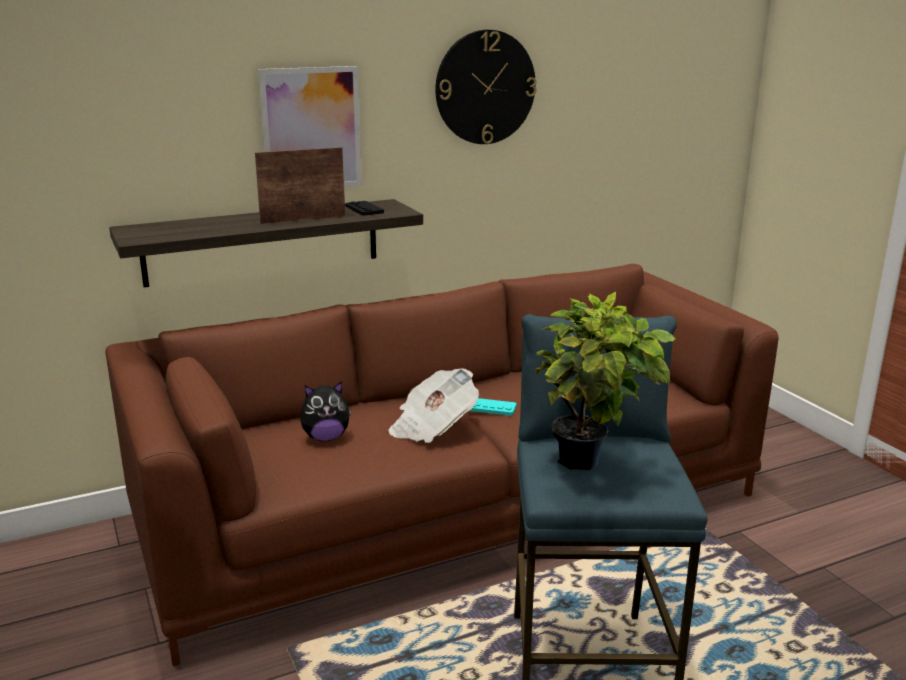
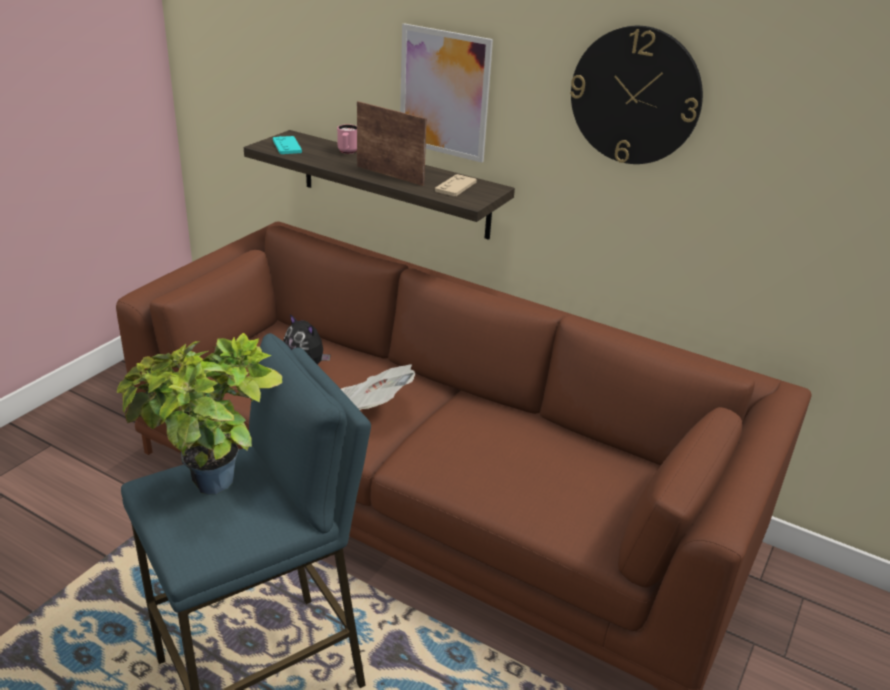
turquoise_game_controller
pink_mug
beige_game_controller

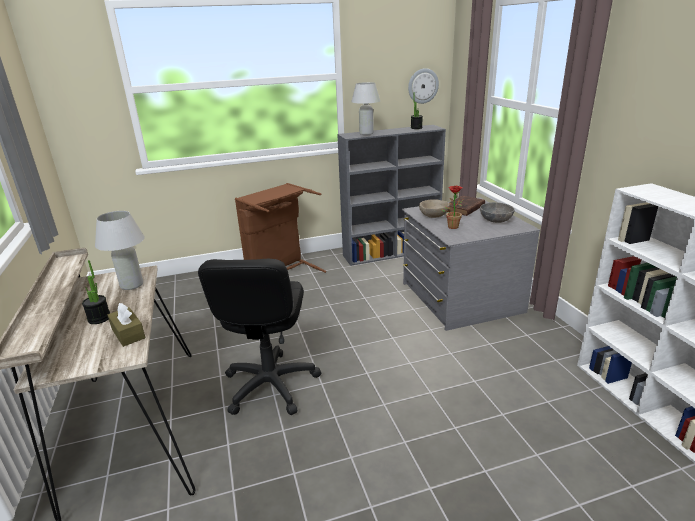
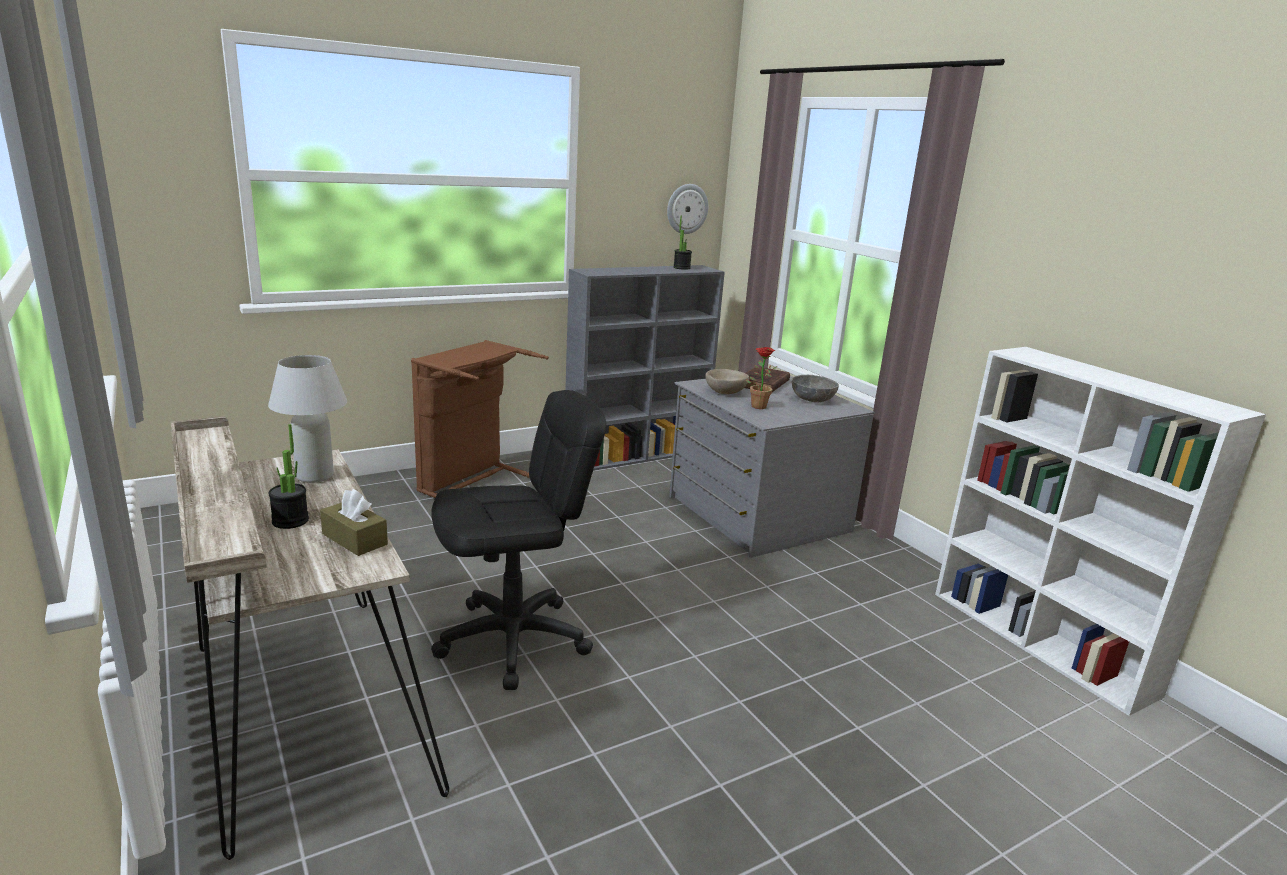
black_office_chair
white_table_lamp (2nd from left in the first image)

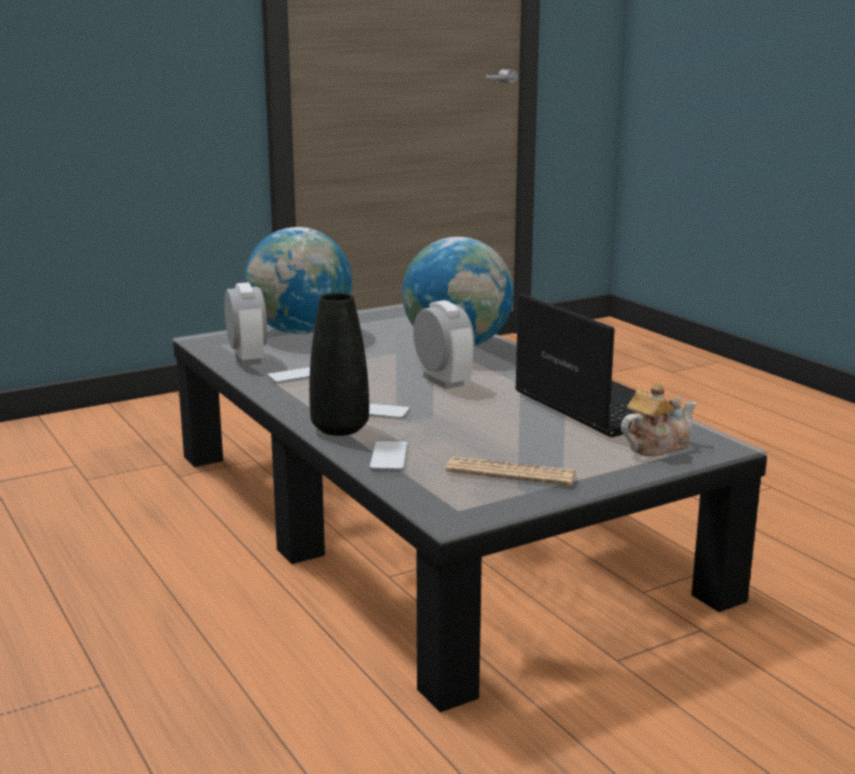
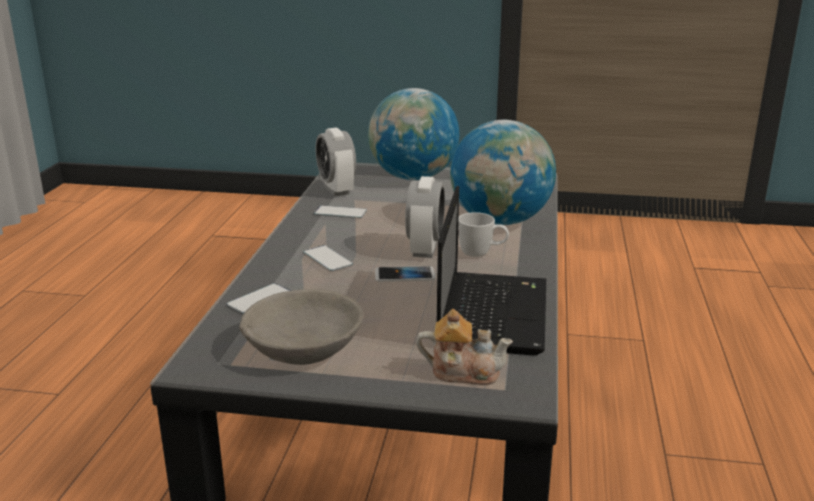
grey_bowl
alarm_clock (1st from left)
phone (4th from left)
white_mug
black_vase

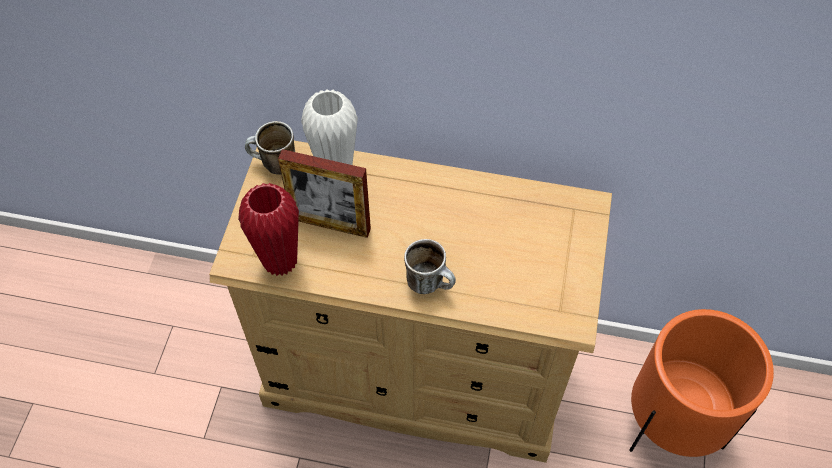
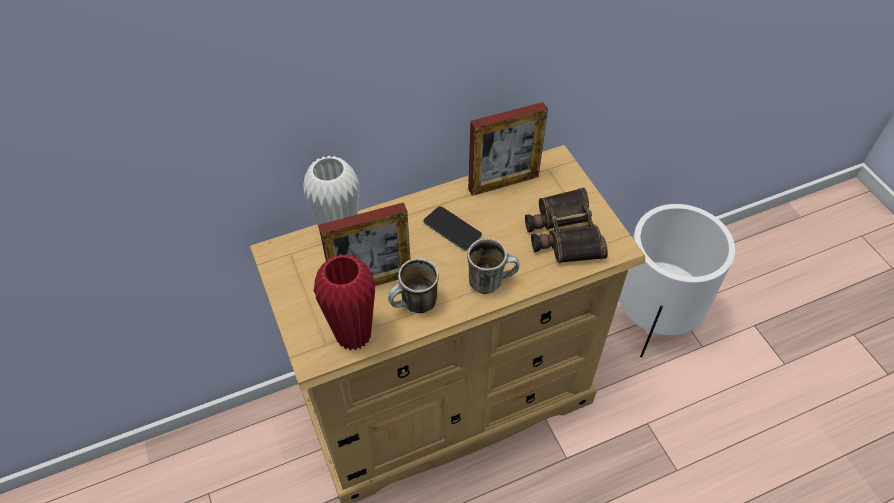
mug (1st from left)
phone
picture_frame (2nd from left)
binoculars
white_planter

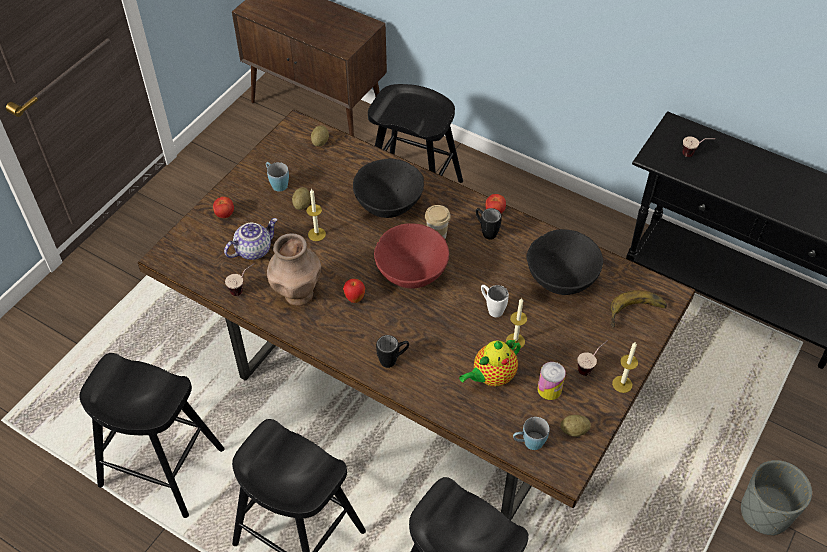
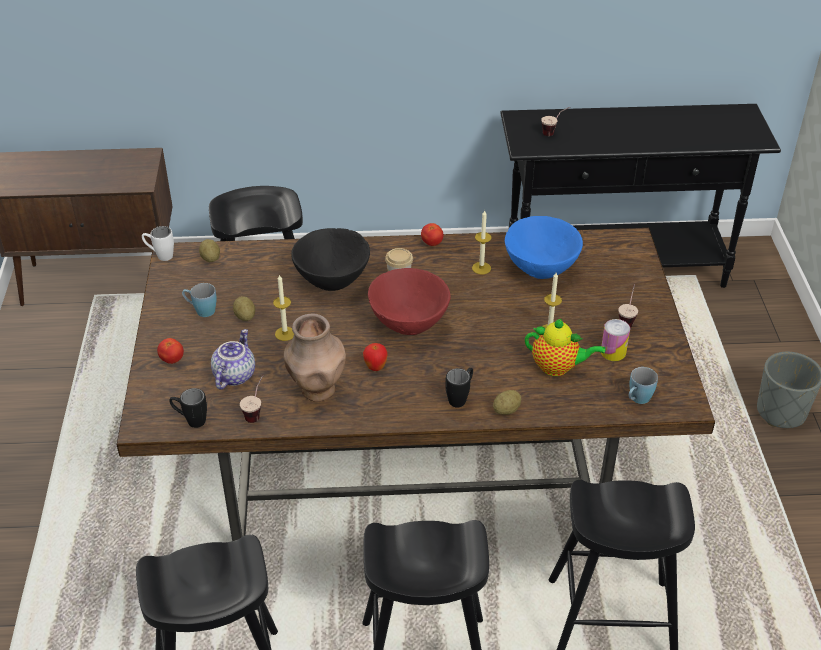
white_mug
black_mug (1st from left)
candle (2nd from left)
potato (3rd from left)
blue_bowl
teapot (2nd from left)
banana

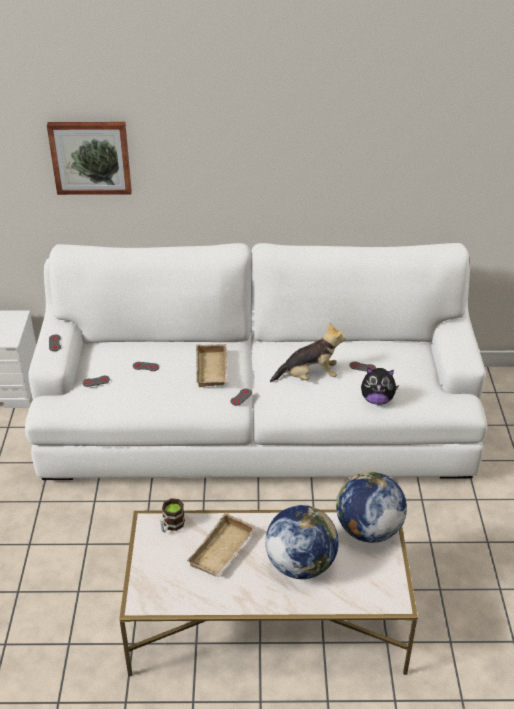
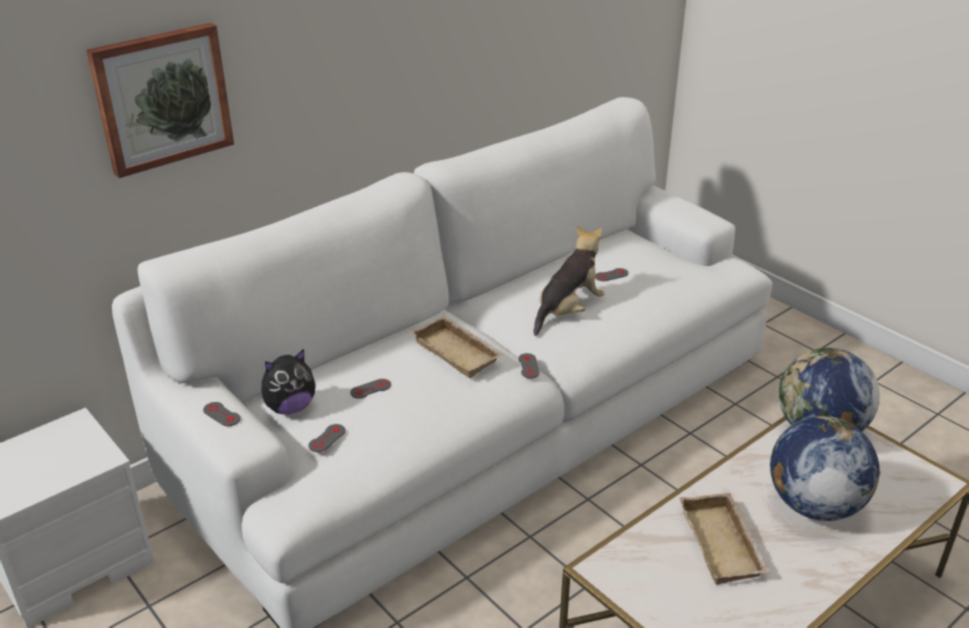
plush_toy (1st from left)
mug

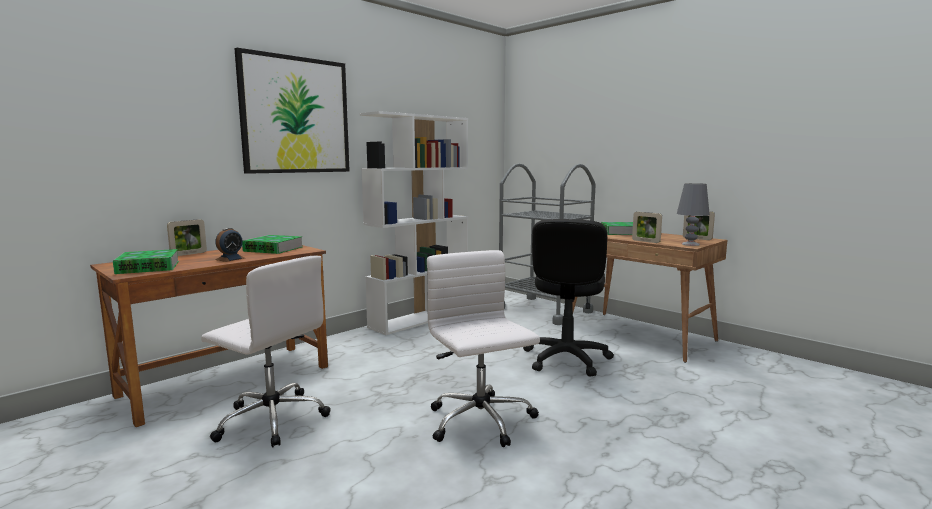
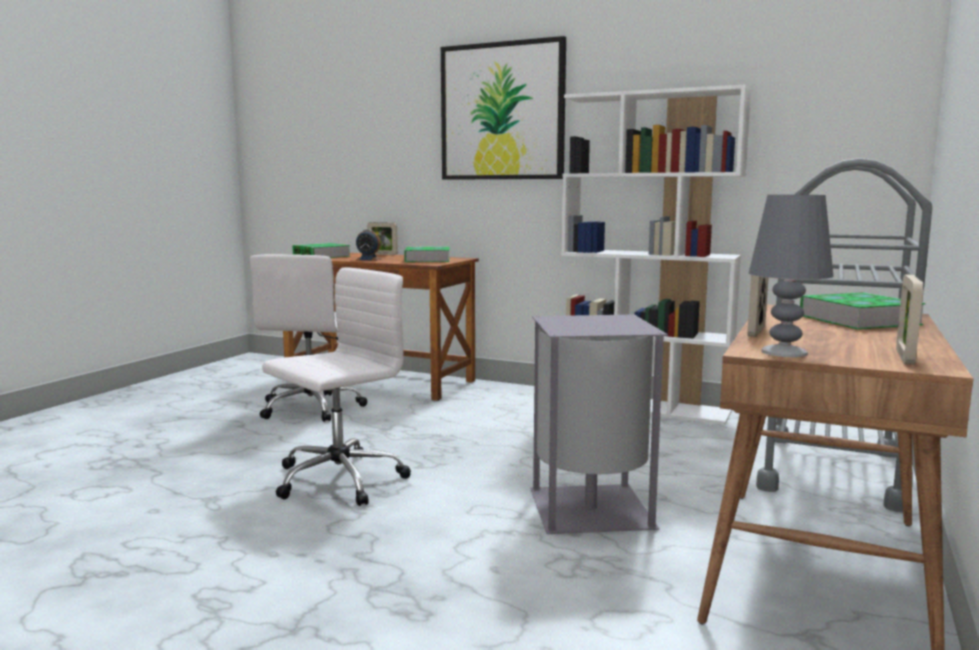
grey_trash_can

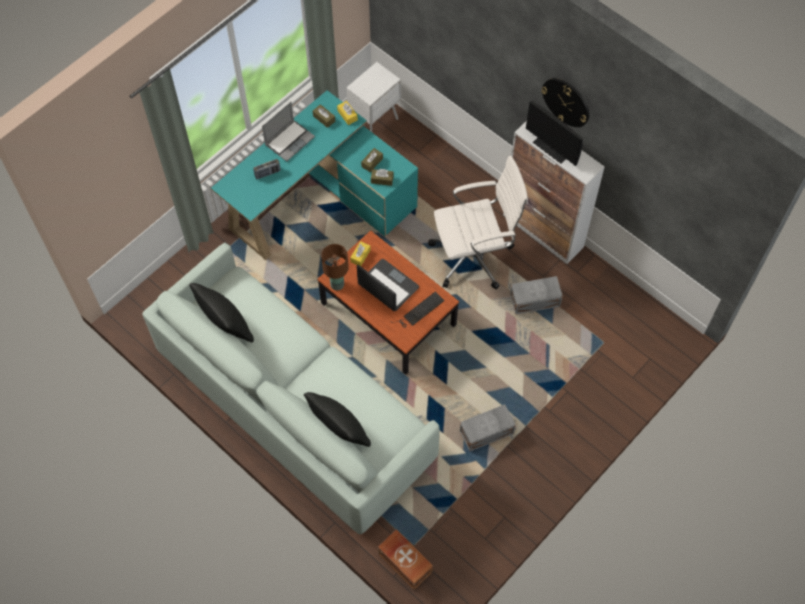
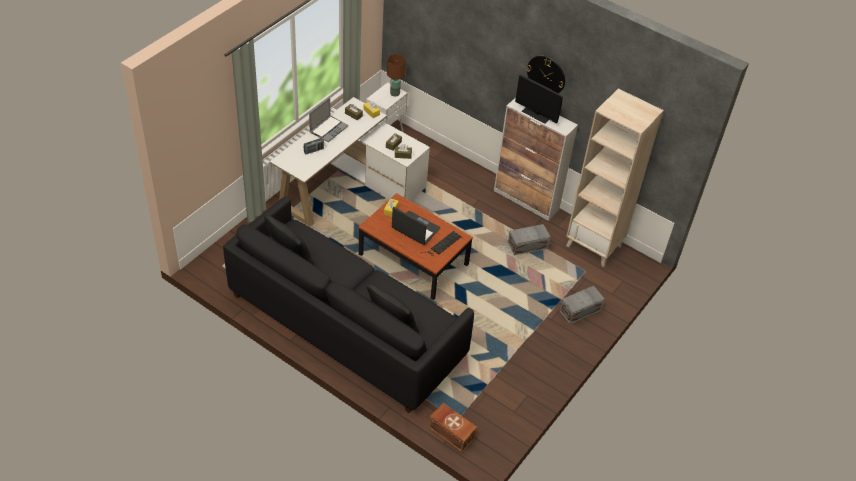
black_sofa
white_desk
brown_table_lamp
grey_storage_box (2nd from left)
beige_bookcase
white_office_chair

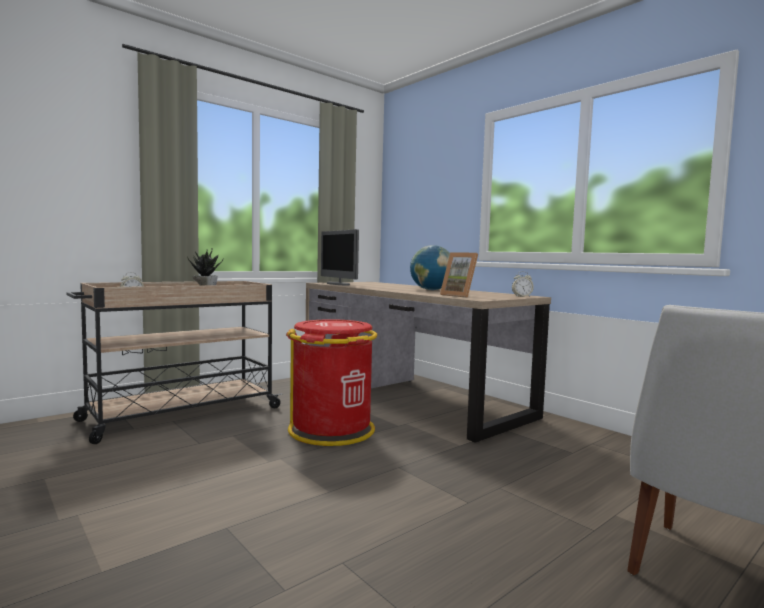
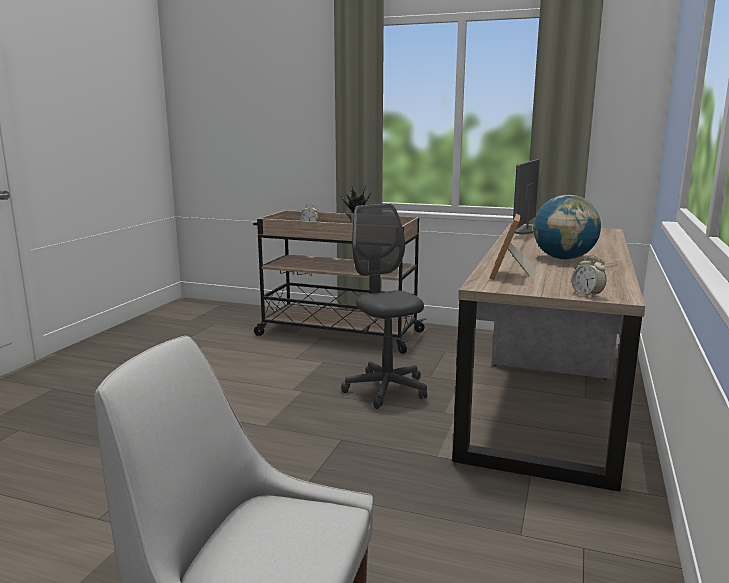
grey_office_chair

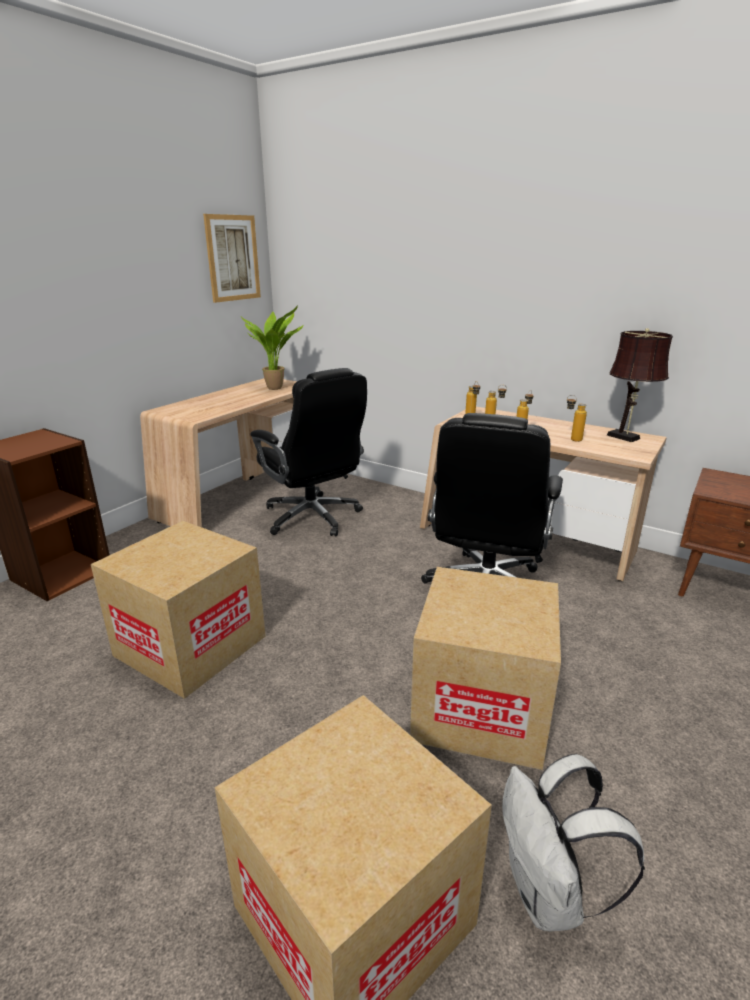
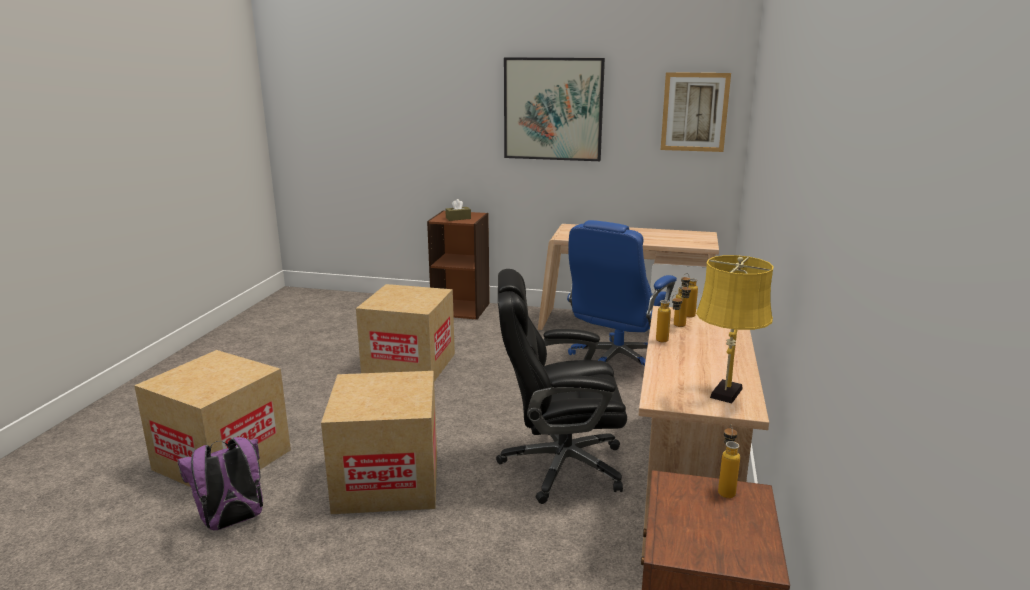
purple_backpack
brown_tissue_box
picture (1st from left)
blue_office_chair
yellow_table_lamp
bottle (4th from left)
potted_plant

